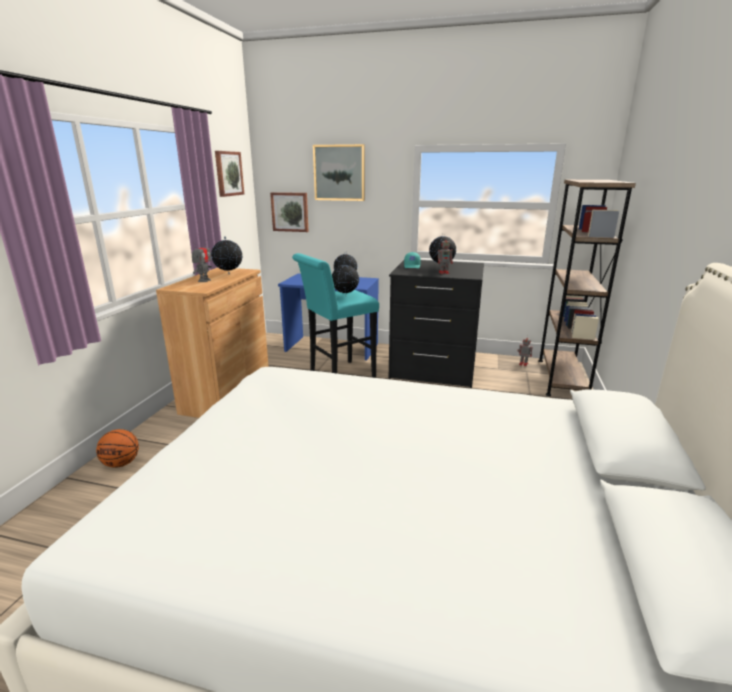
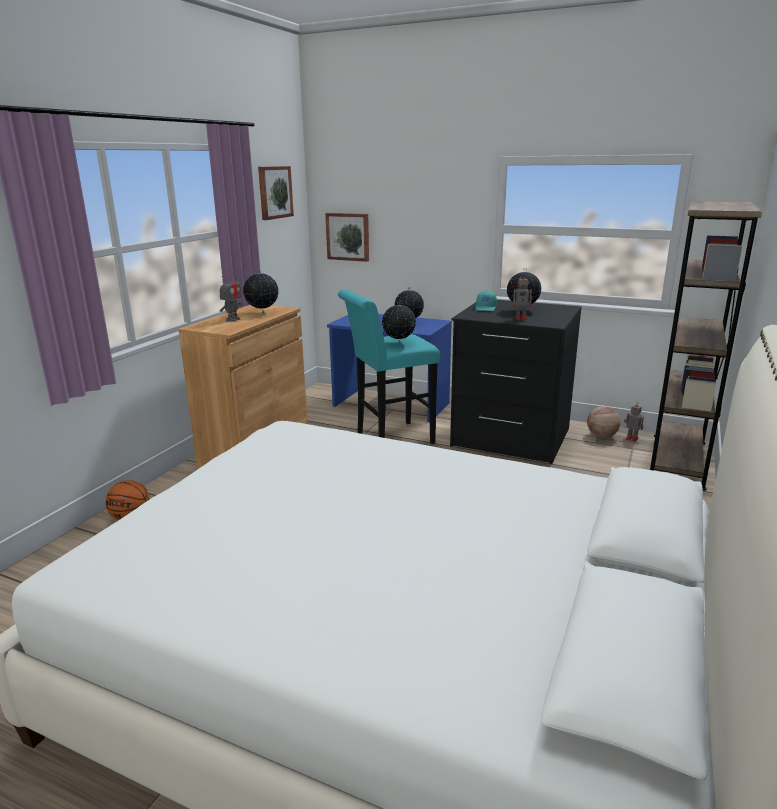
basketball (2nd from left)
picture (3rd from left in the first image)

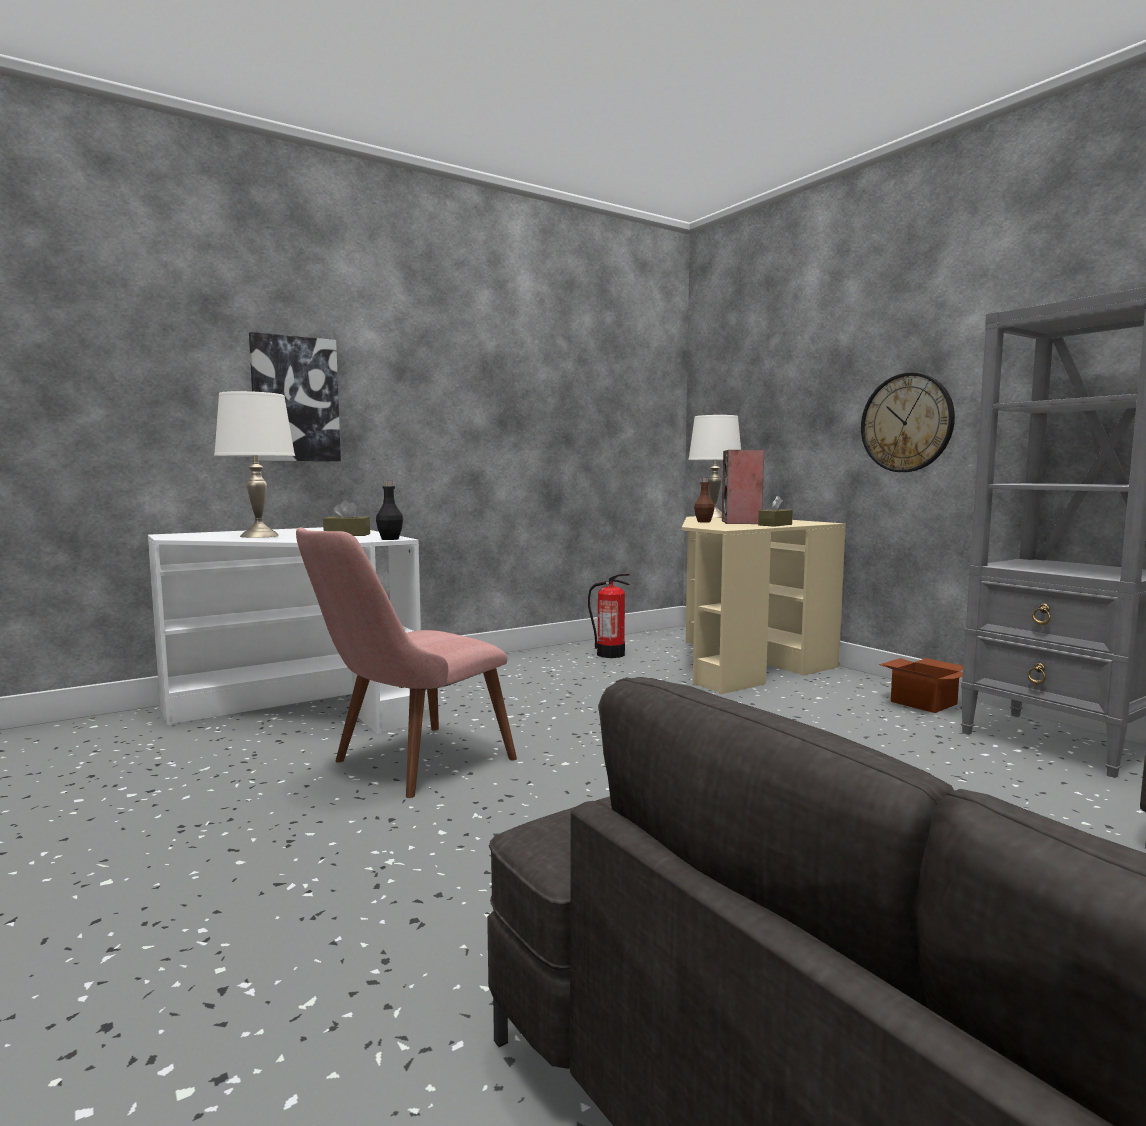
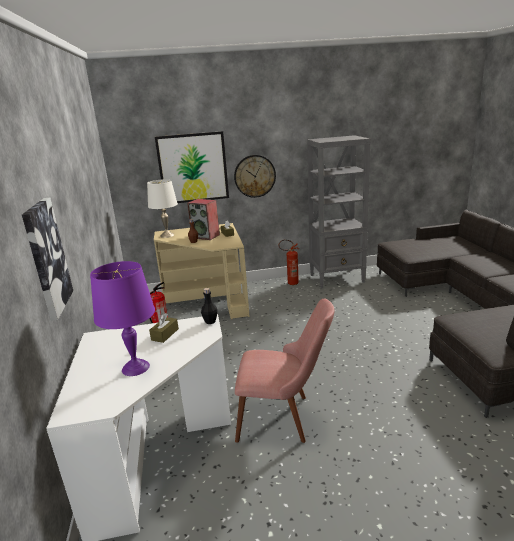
purple_table_lamp
picture (2nd from left)
pink_chair
fire_extinguisher (2nd from left)

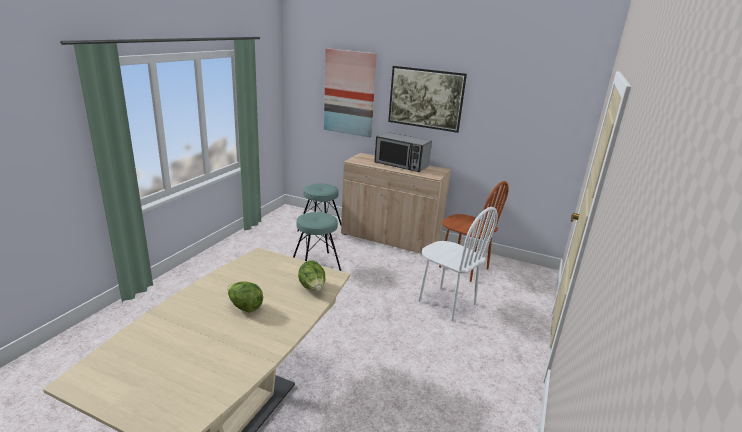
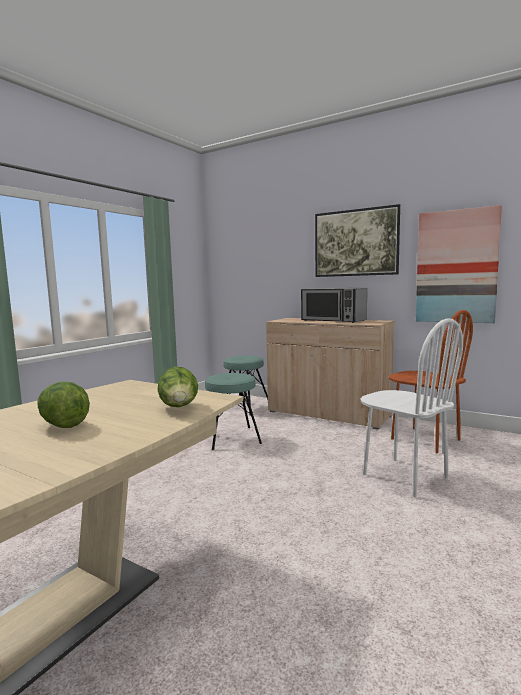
picture (2nd from left)

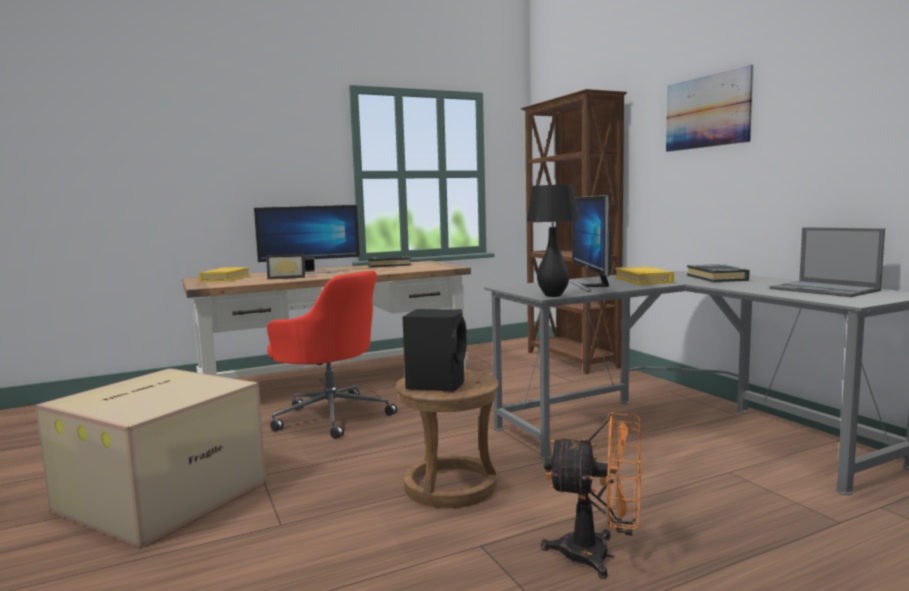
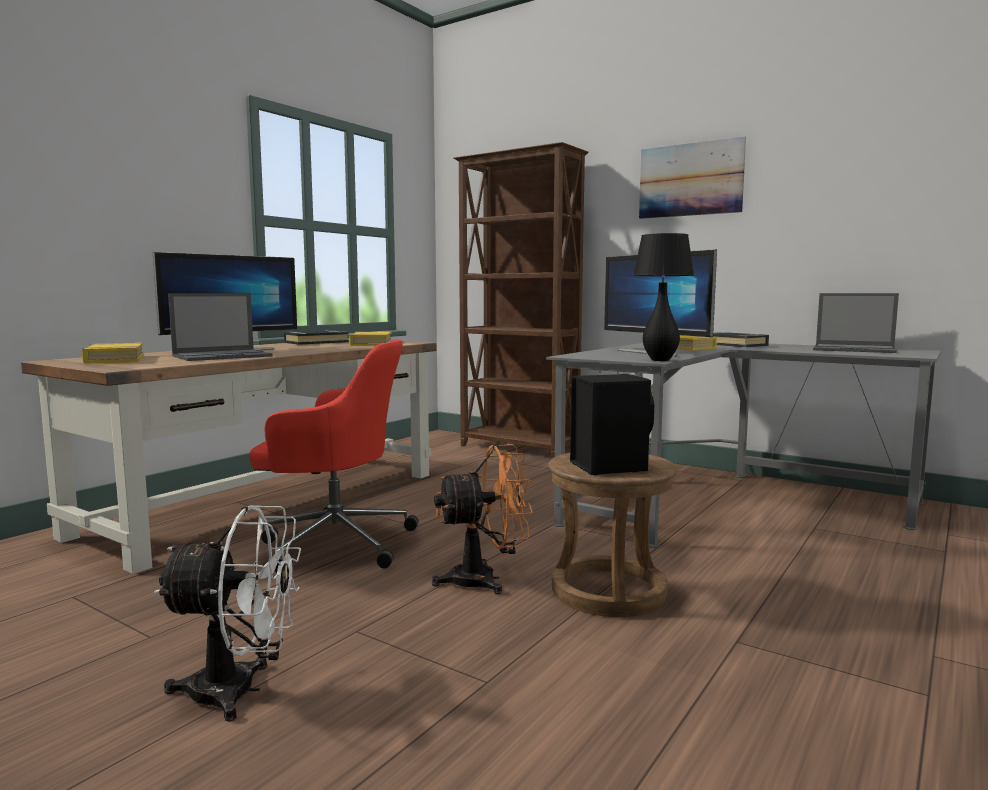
white_fan
laptop (1st from left)
yellow_book (2nd from left)
orange_fan

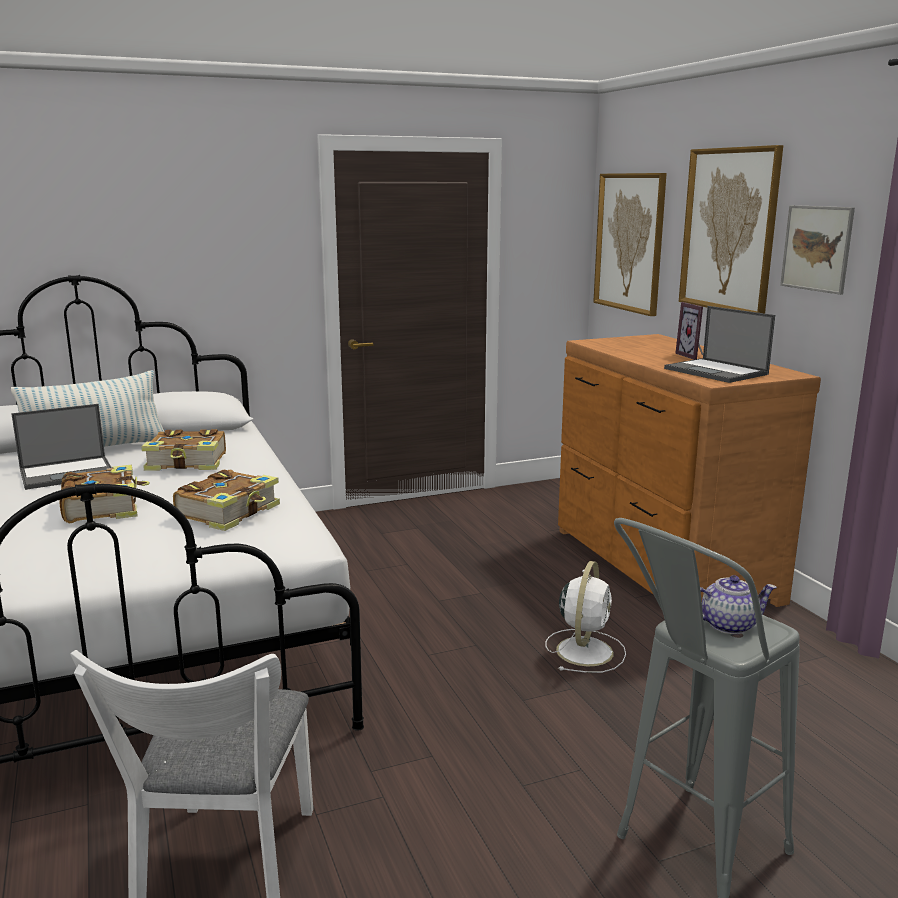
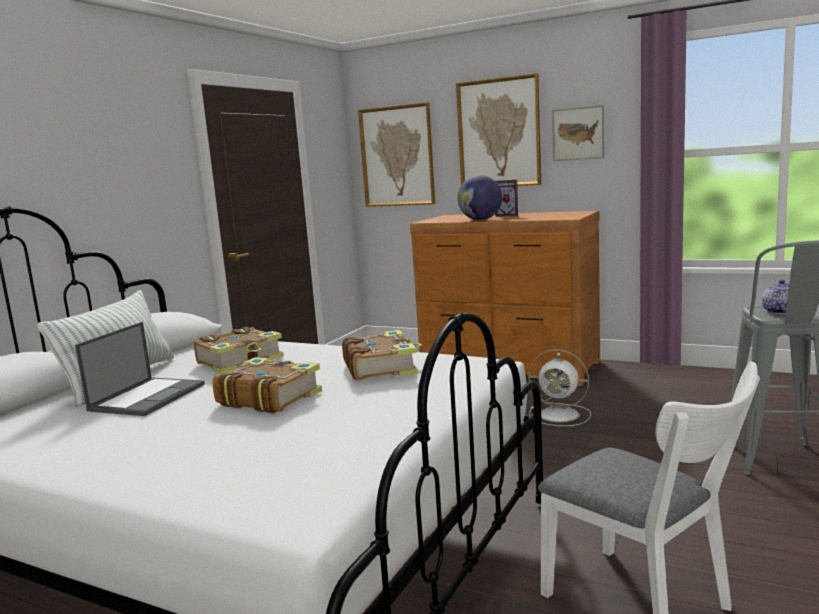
globe
white_fan
laptop (2nd from left in the first image)

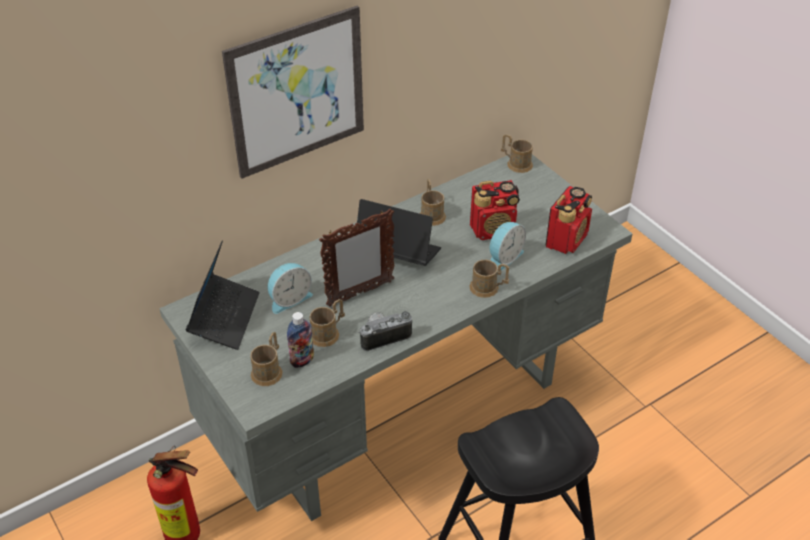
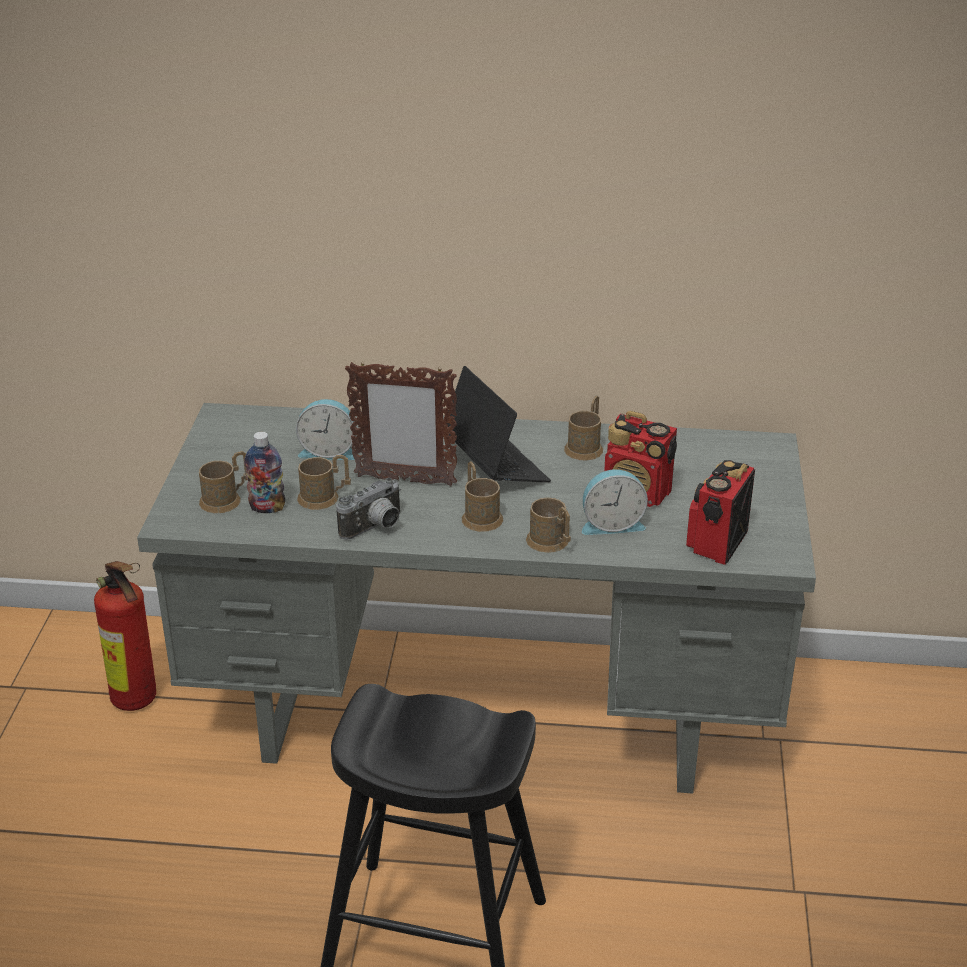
photo_camera
brown_mug (3rd from left)
radio (2nd from left)
laptop (1st from left in the first image)
picture

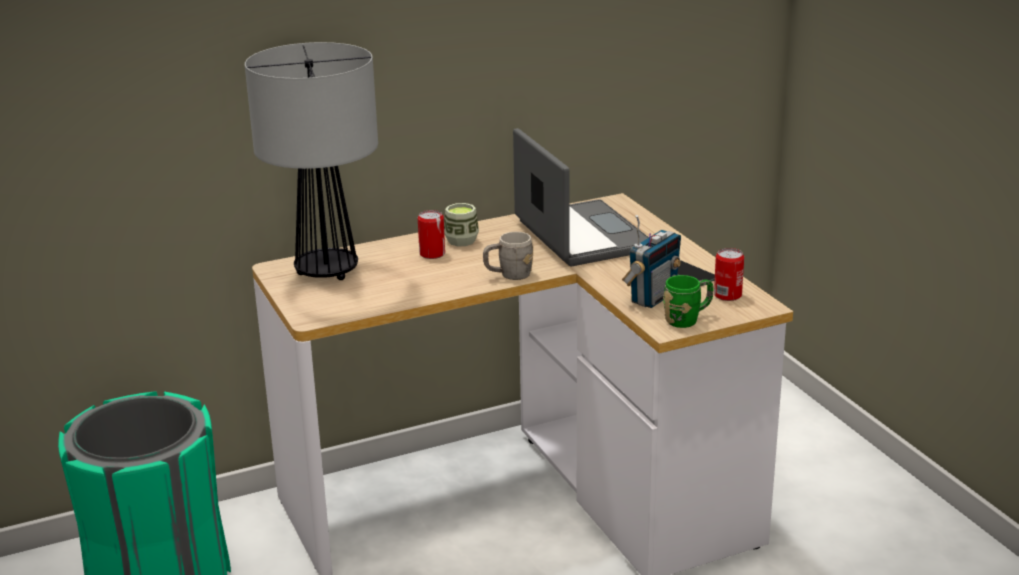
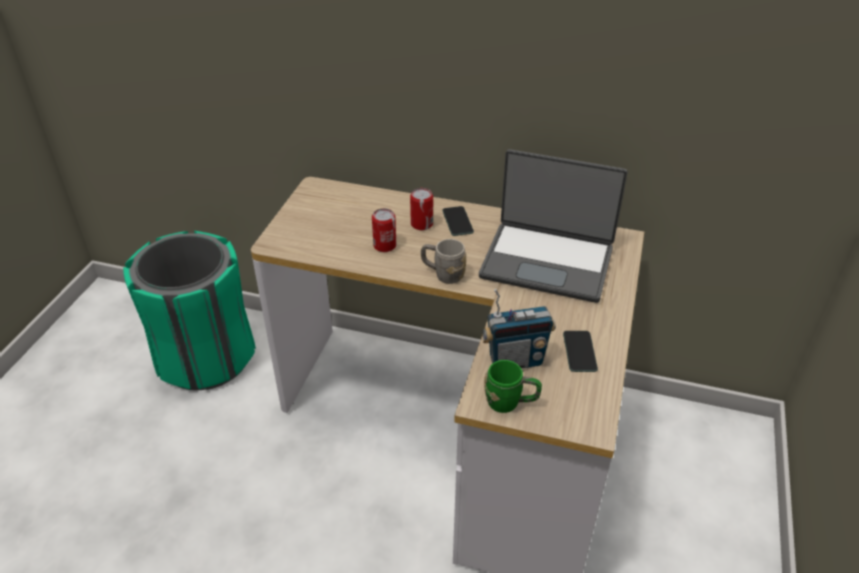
can (1st from left)
phone (1st from left)
laptop
table_lamp

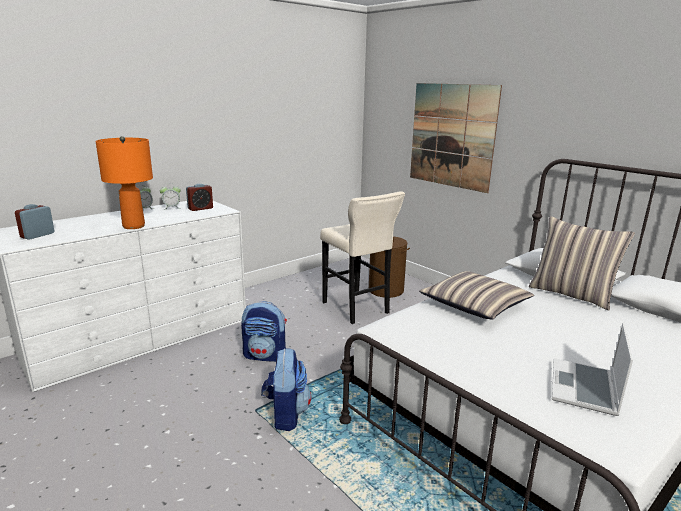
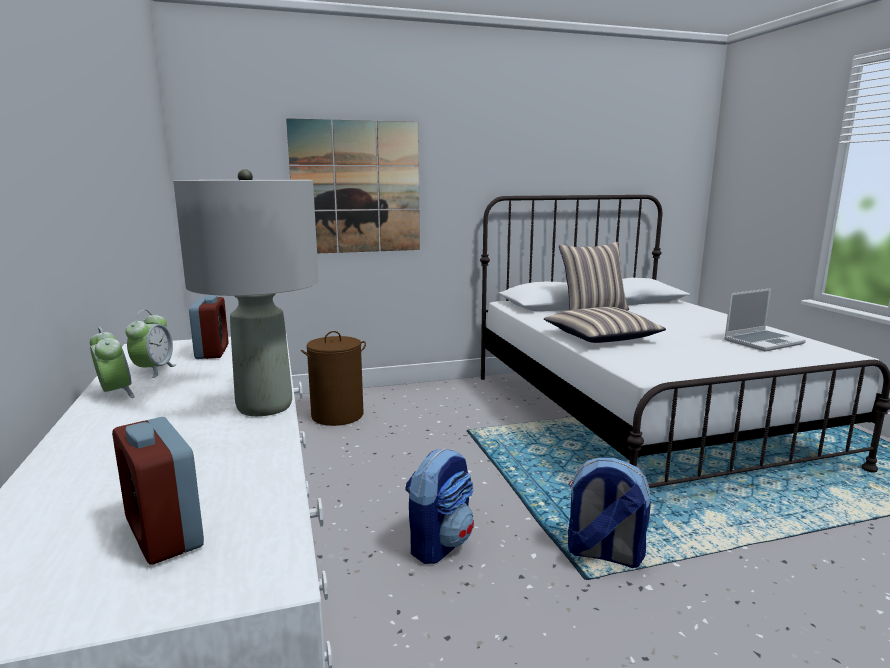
grey_table_lamp
laptop
beige_stool

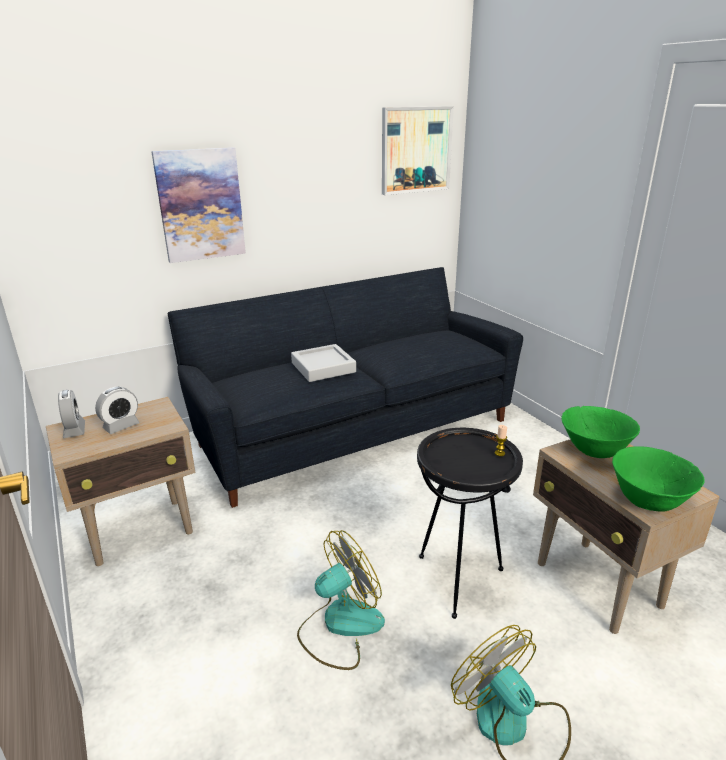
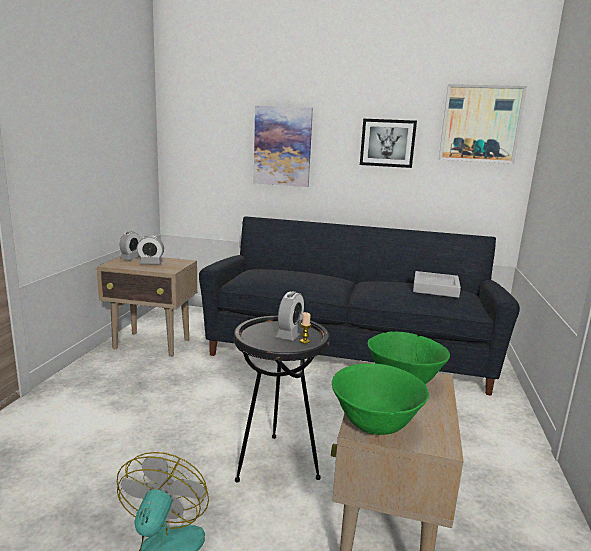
alarm_clock (3rd from left)
picture (2nd from left)
grey_tray
fan (1st from left in the first image)

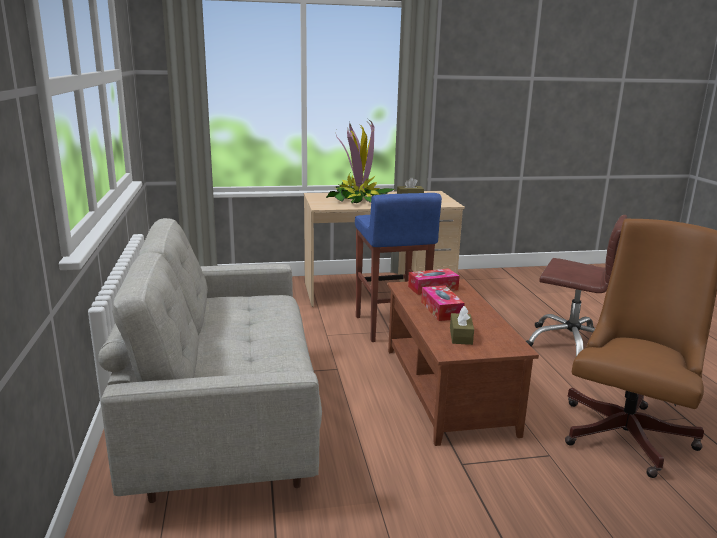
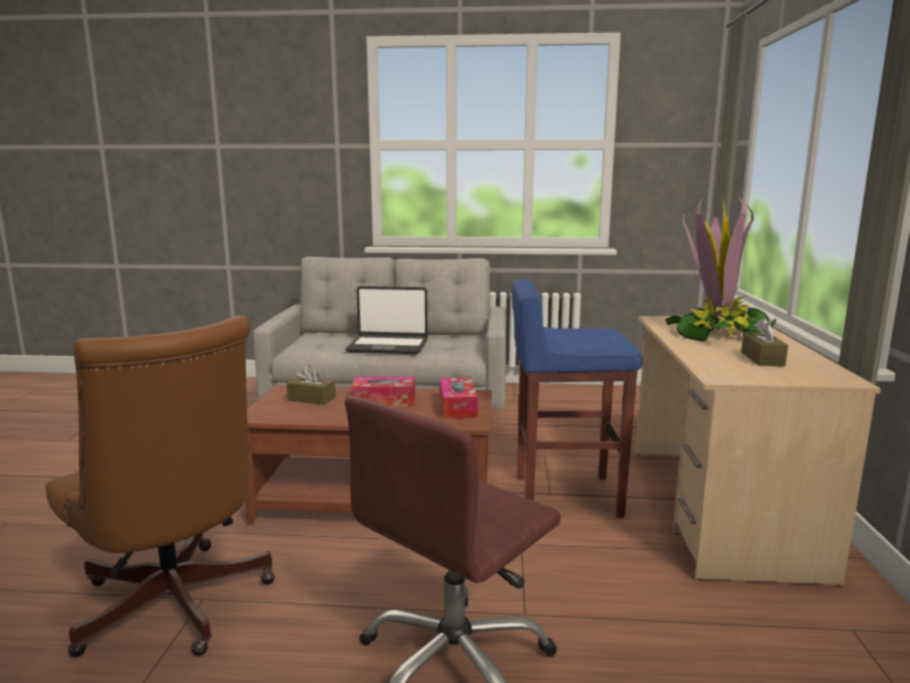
laptop

